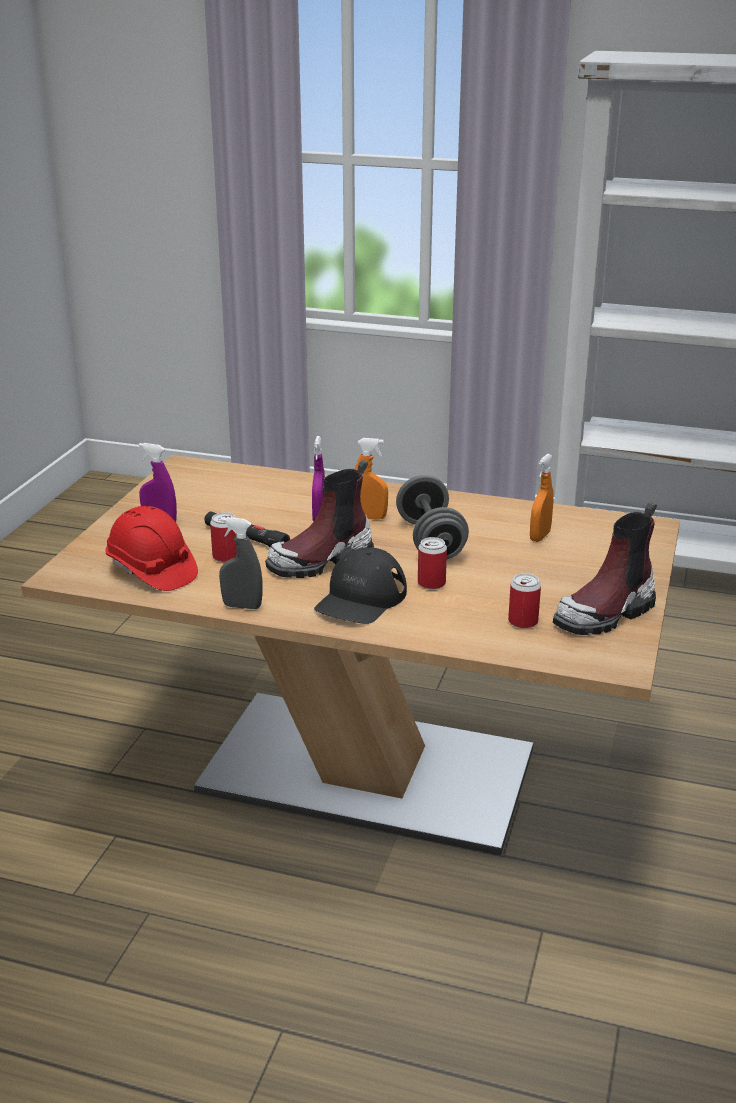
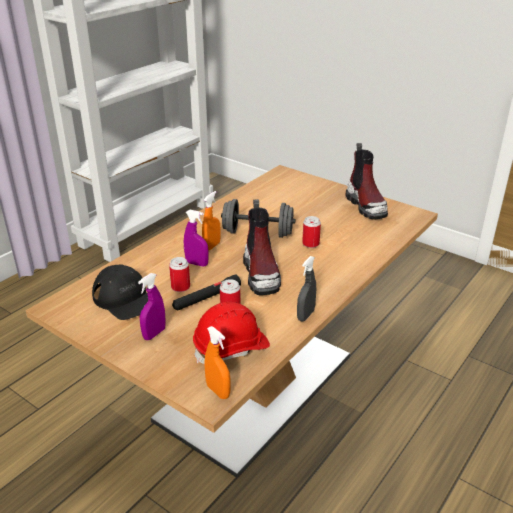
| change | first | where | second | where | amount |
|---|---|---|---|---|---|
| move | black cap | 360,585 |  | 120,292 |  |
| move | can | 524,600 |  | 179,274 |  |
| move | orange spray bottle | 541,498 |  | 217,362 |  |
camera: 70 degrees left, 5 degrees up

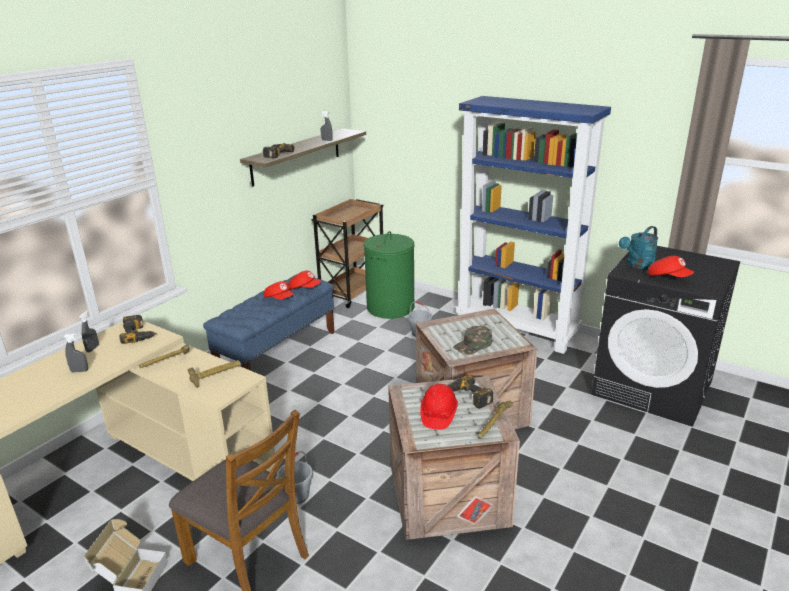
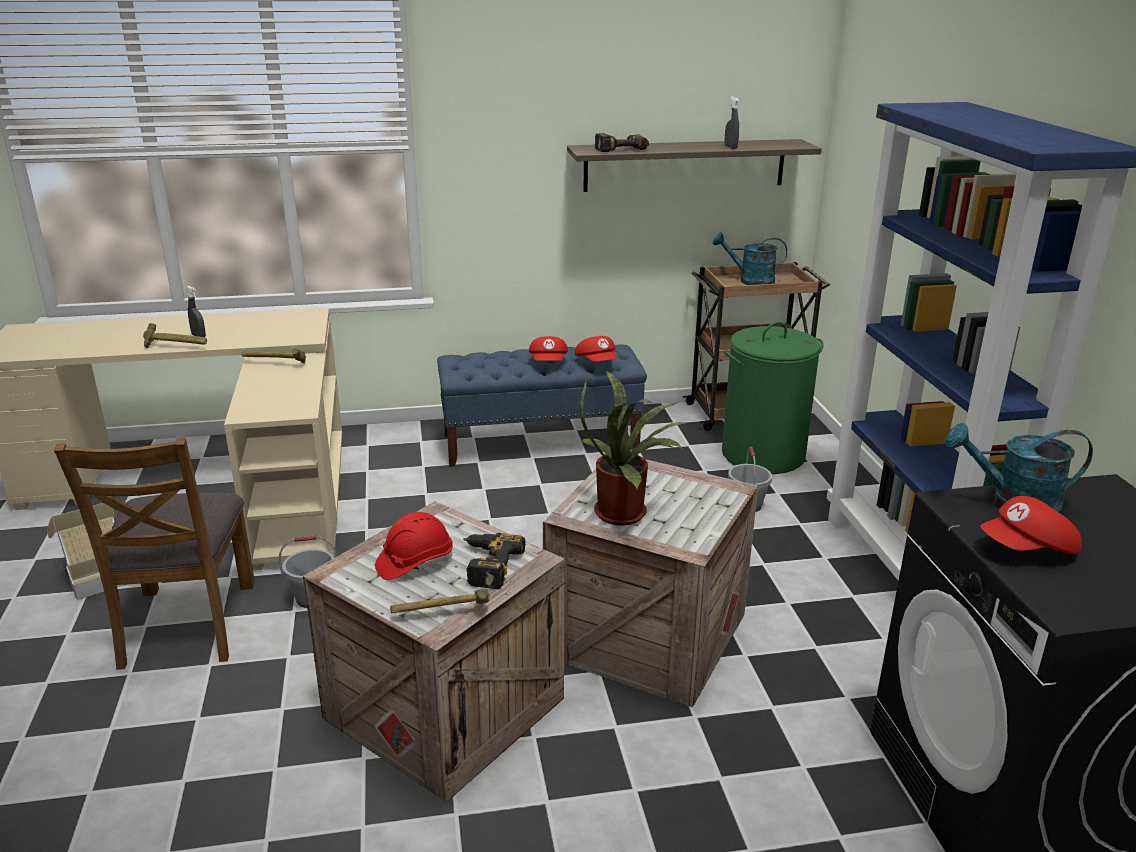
| change | first | where | second | where | amount |
|---|---|---|---|---|---|
| delete | grey spray bottle | 89,331 |  |  |  |
| delete | power drill | 138,329 |  |  |  |
| insert |  |  | turquoise watering can | 750,258 |  |
| move | hammer | 214,374 |  | 175,335 |  |
| replace | green cap | 472,340 | potted plant | 632,448 |  |
| rotate | red cap | 670,266 |  | 1031,525 | 75 degrees clockwise |
camera: 45 degrees right, 0 degrees up

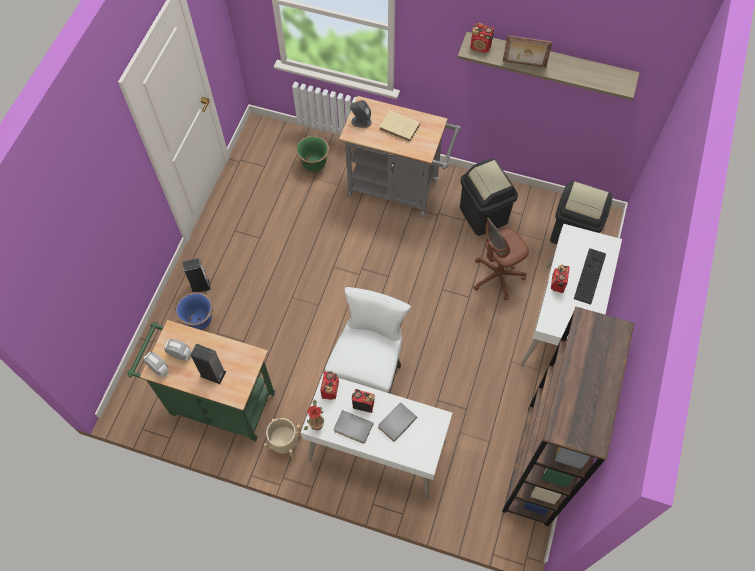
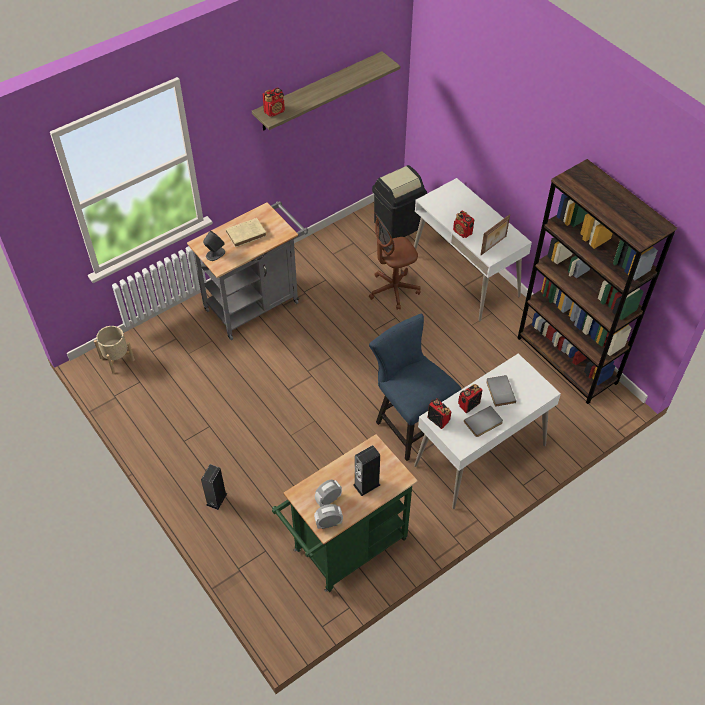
| change | first | where | second | where | amount |
|---|---|---|---|---|---|
| delete | blue planter | 194,311 |  |  |  |
| delete | green planter | 312,154 |  |  |  |
| delete | potted plant | 314,414 |  |  |  |
| delete | black trash can | 489,197 |  |  |  |
| delete | keyboard | 590,276 |  |  |  |
| move | beige planter | 283,439 |  | 114,349 |  |
| move | picture frame | 527,51 |  | 495,234 |  |
| recolor | white chair | 368,340 | blue chair | 415,387 |  |
| rotate | brown office chair | 501,259 |  | 395,261 | 60 degrees clockwise |
camera: 55 degrees left, 10 degrees down

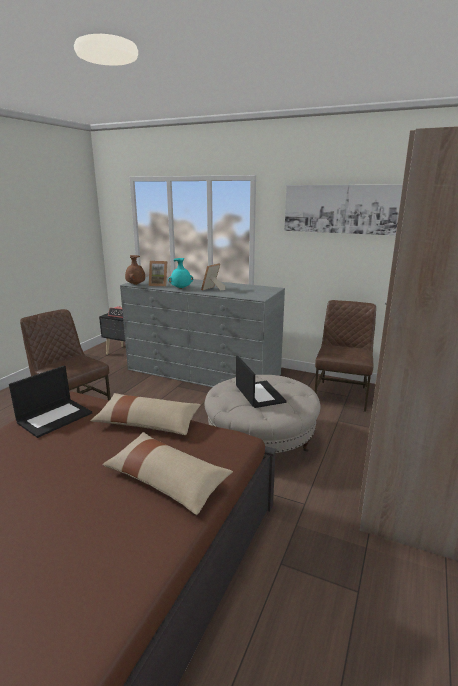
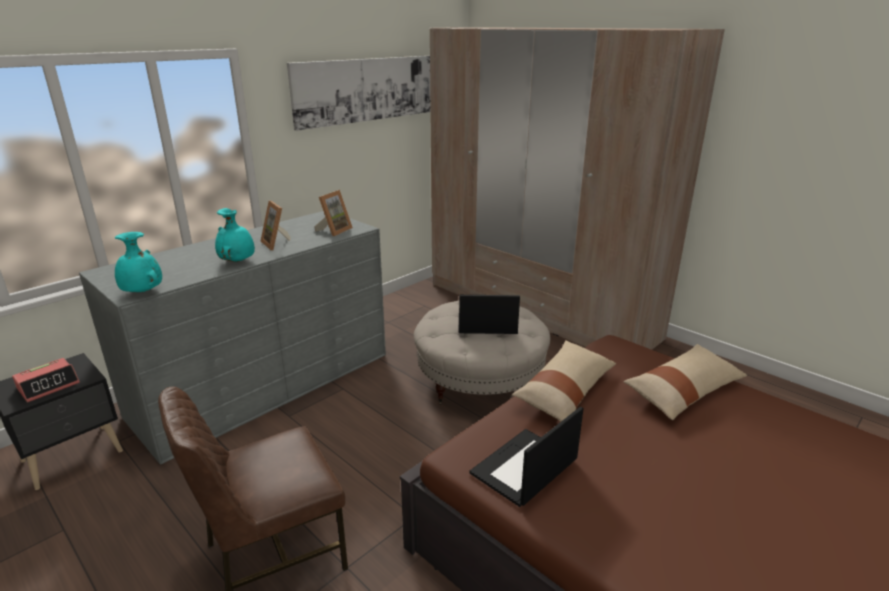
| change | first | where | second | where | amount |
|---|---|---|---|---|---|
| delete | brown chair | 345,356 |  |  |  |
| move | picture frame | 158,274 |  | 334,213 |  |
| recolor | brown vase | 135,270 | turquoise vase | 138,262 |  |
| rotate | laptop | 50,401 |  | 527,457 | 105 degrees counterclockwise |
camera: 70 degrees left, 5 degrees up

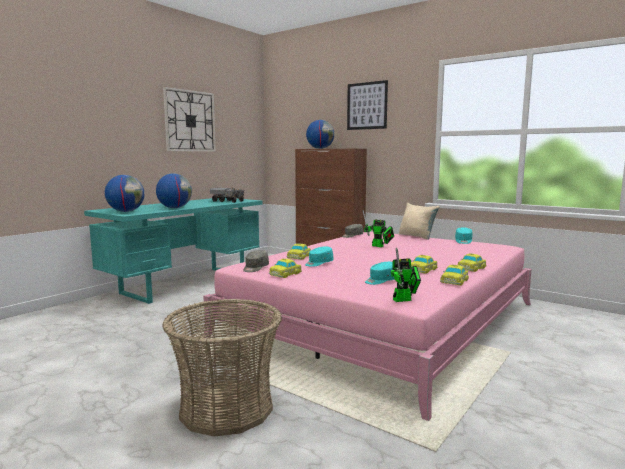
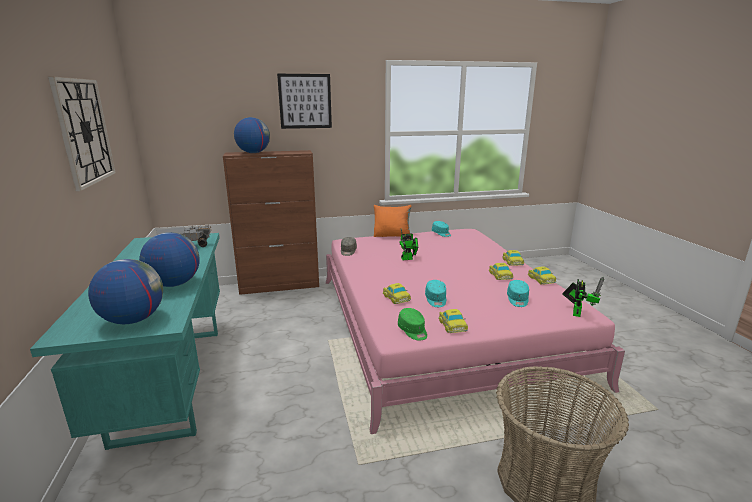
| change | first | where | second | where | amount |
|---|---|---|---|---|---|
| recolor | grey cap | 256,261 | green cap | 412,324 |  |
| recolor | beige pillow | 419,221 | orange pillow | 393,221 |  |
camera: 50 degrees left, 10 degrees up

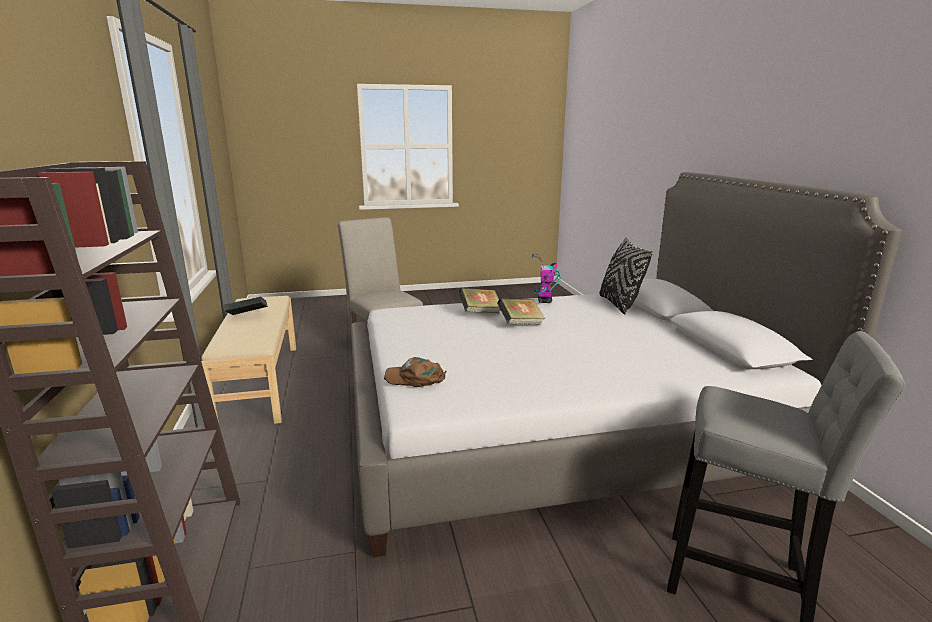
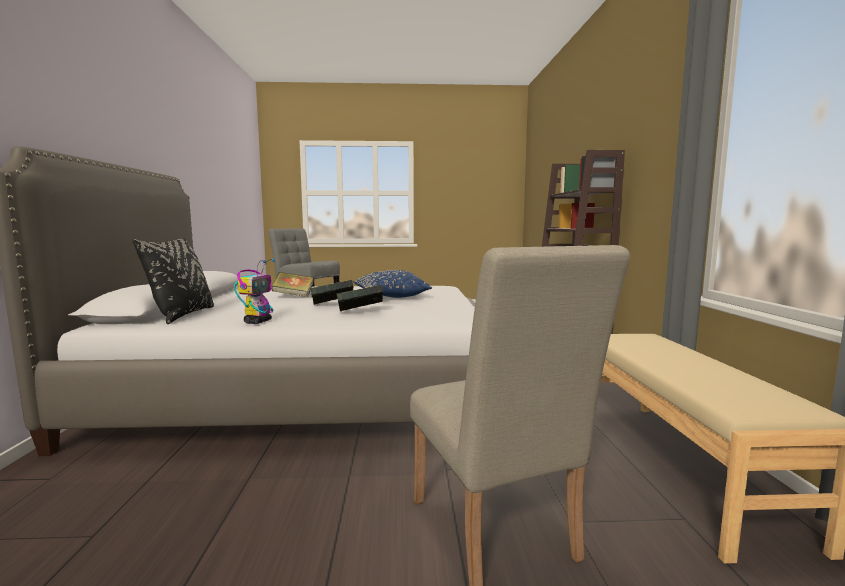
| change | first | where | second | where | amount |
|---|---|---|---|---|---|
| delete | brown cap | 415,372 |  |  |  |
| insert |  |  | blue pillow | 392,284 |  |
| move | book | 246,306 |  | 293,284 |  |
camera: 170 degrees left, 10 degrees down

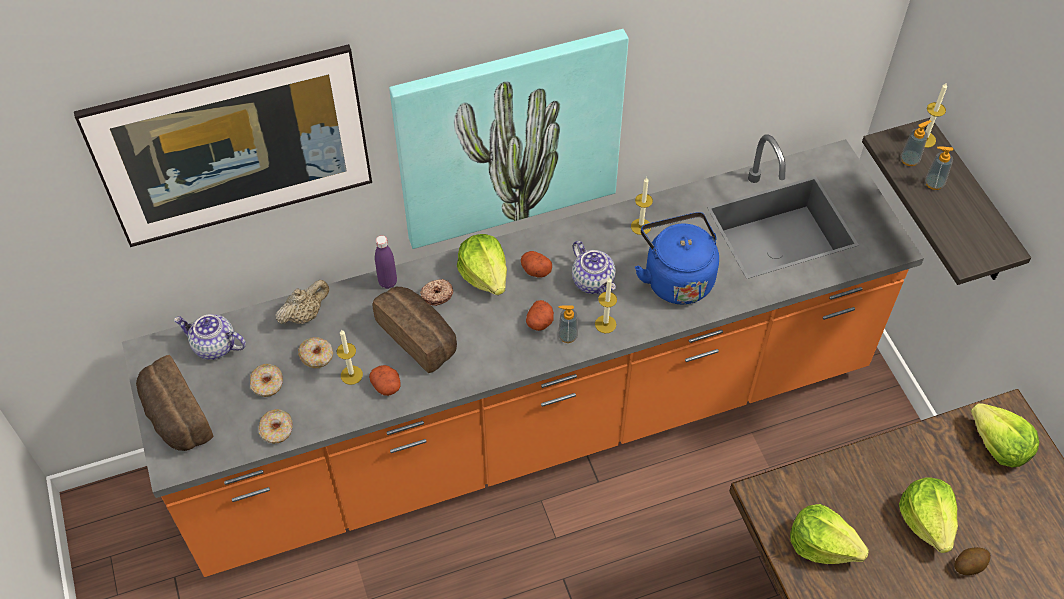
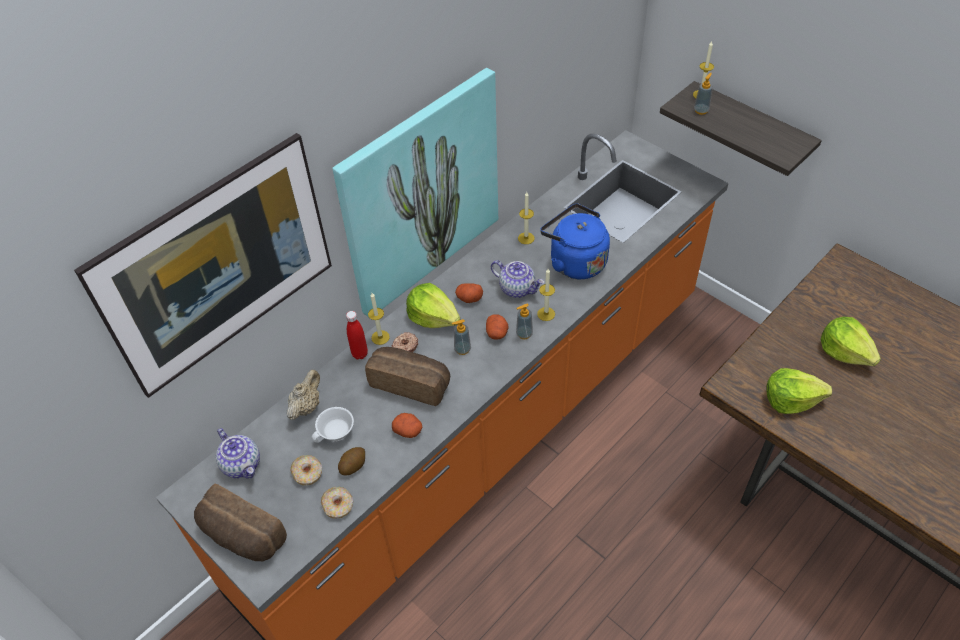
| change | first | where | second | where | amount |
|---|---|---|---|---|---|
| delete | lettuce | 1005,435 |  |  |  |
| move | candle | 350,357 |  | 379,319 |  |
| move | soap dispenser | 939,168 |  | 461,337 |  |
| move | potato | 972,561 |  | 351,461 |  |
| replace | donut | 315,352 | white cup | 333,425 |  |
| recolor | purple bottle | 386,262 | red bottle | 357,335 |  |
| rotate | teapot | 210,337 |  | 238,453 | 120 degrees counterclockwise |
camera: 25 degrees left, 5 degrees down

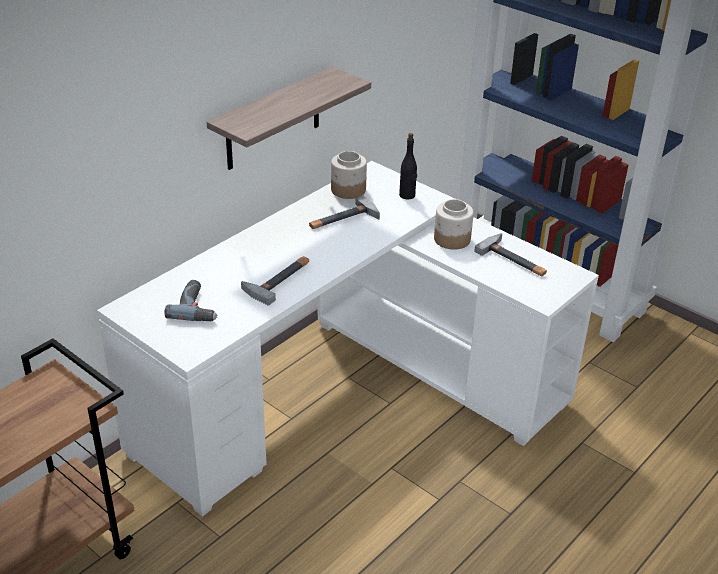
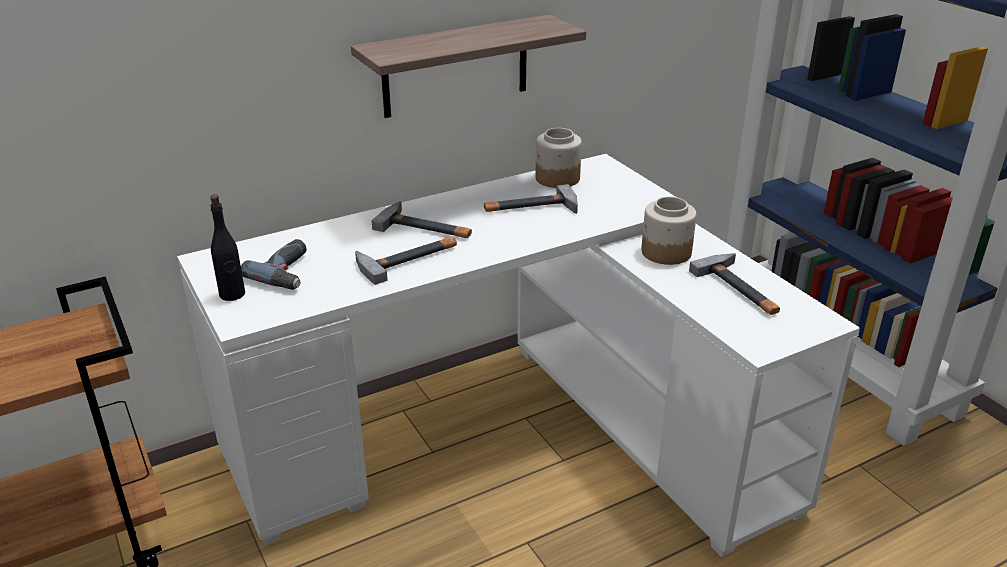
| change | first | where | second | where | amount |
|---|---|---|---|---|---|
| insert |  |  | hammer | 422,219 |  |
| move | black bottle | 408,166 |  | 227,248 |  |
camera: 20 degrees right, 5 degrees down

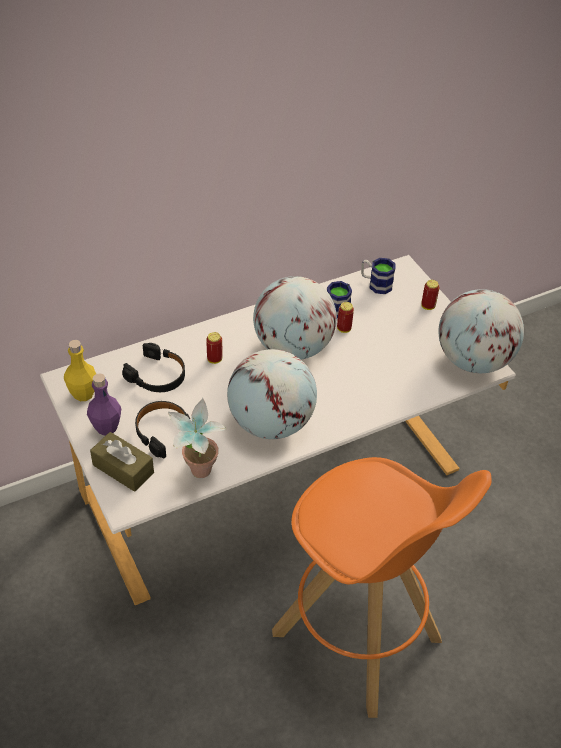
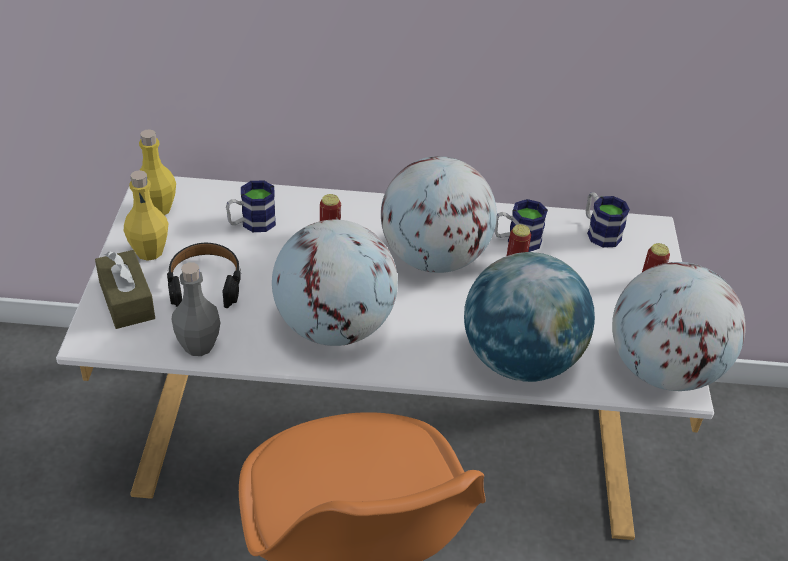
| change | first | where | second | where | amount |
|---|---|---|---|---|---|
| insert |  |  | globe | 529,317 |  |
| replace | black headphones | 153,367 | mug | 251,206 |  |
| replace | potted plant | 197,438 | grey bottle | 196,309 |  |
| recolor | purple bottle | 104,404 | yellow bottle | 146,215 |  |
camera: 30 degrees right, 5 degrees down

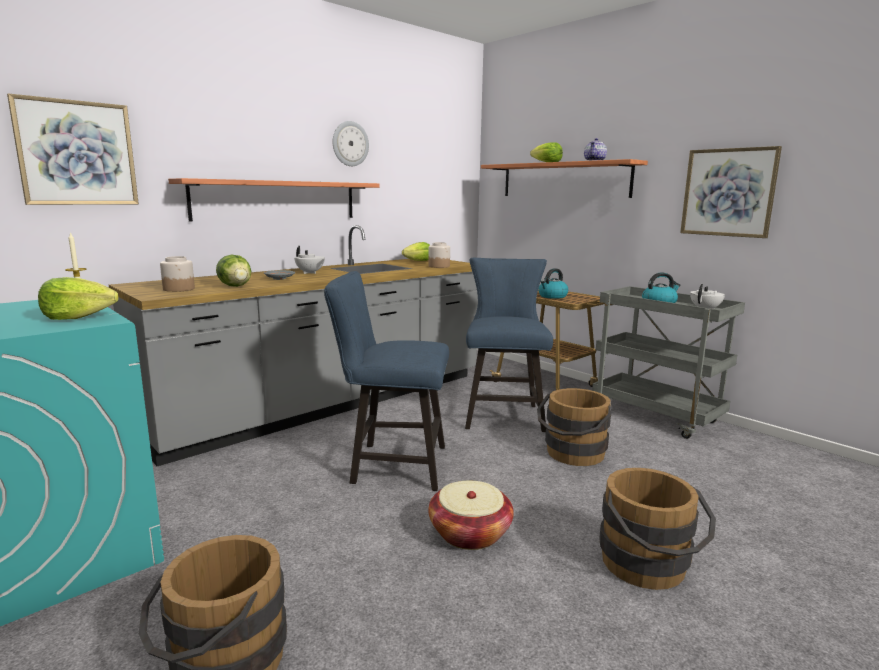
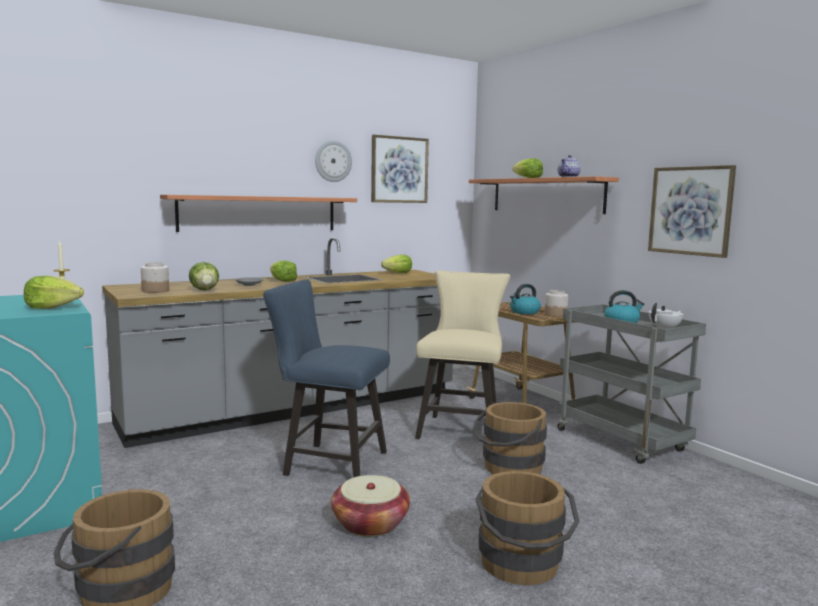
| change | first | where | second | where | amount |
|---|---|---|---|---|---|
| move | picture | 73,149 |  | 400,169 |  |
| move | jar | 439,255 |  | 556,303 |  |
| replace | white teapot | 309,260 | lettuce | 283,271 |  |
| recolor | blue chair | 509,345 | beige chair | 462,355 |  |
camera: 10 degrees right, 5 degrees down

